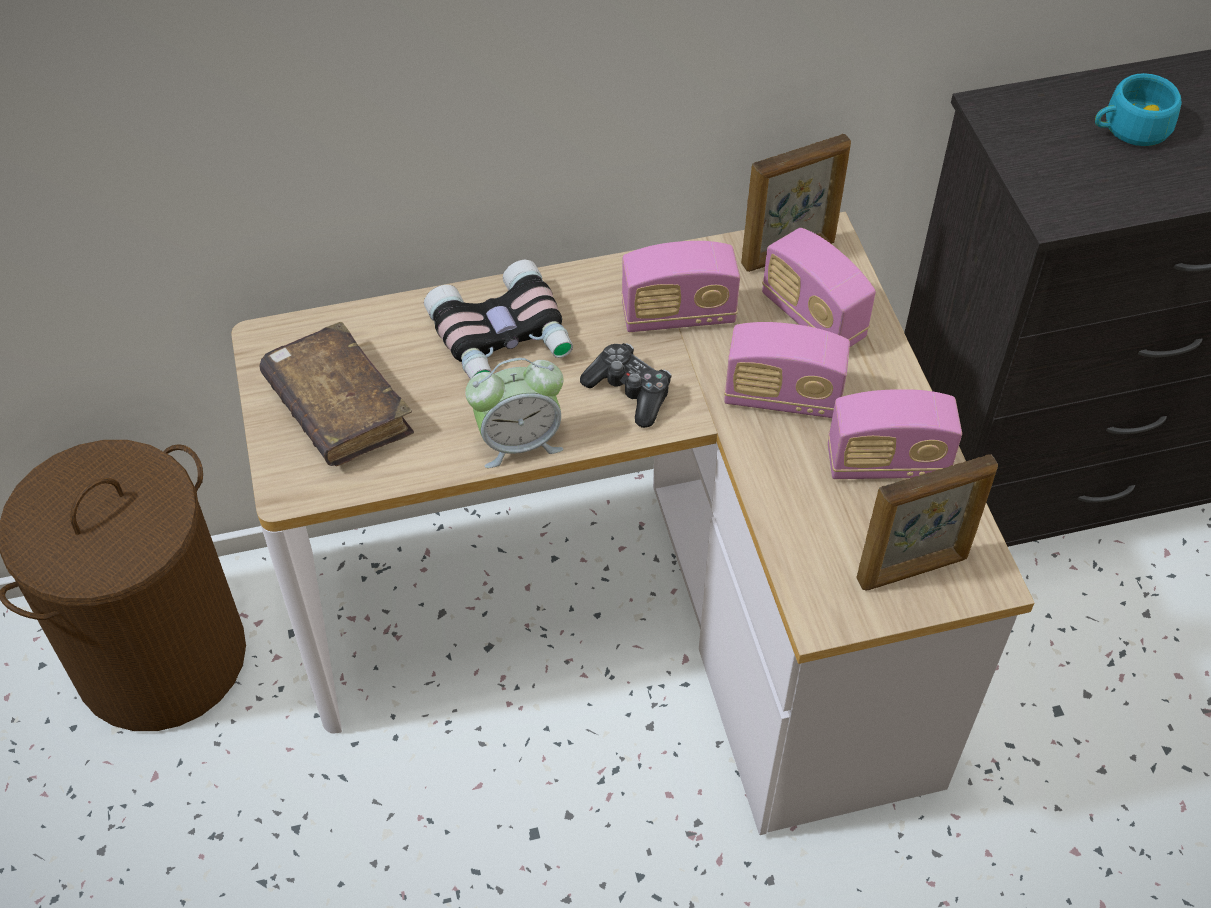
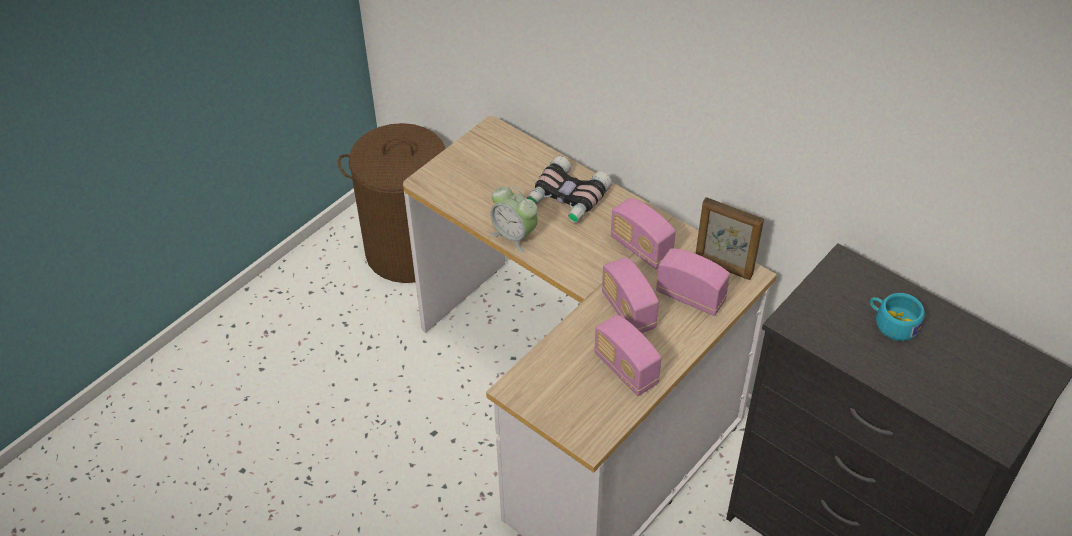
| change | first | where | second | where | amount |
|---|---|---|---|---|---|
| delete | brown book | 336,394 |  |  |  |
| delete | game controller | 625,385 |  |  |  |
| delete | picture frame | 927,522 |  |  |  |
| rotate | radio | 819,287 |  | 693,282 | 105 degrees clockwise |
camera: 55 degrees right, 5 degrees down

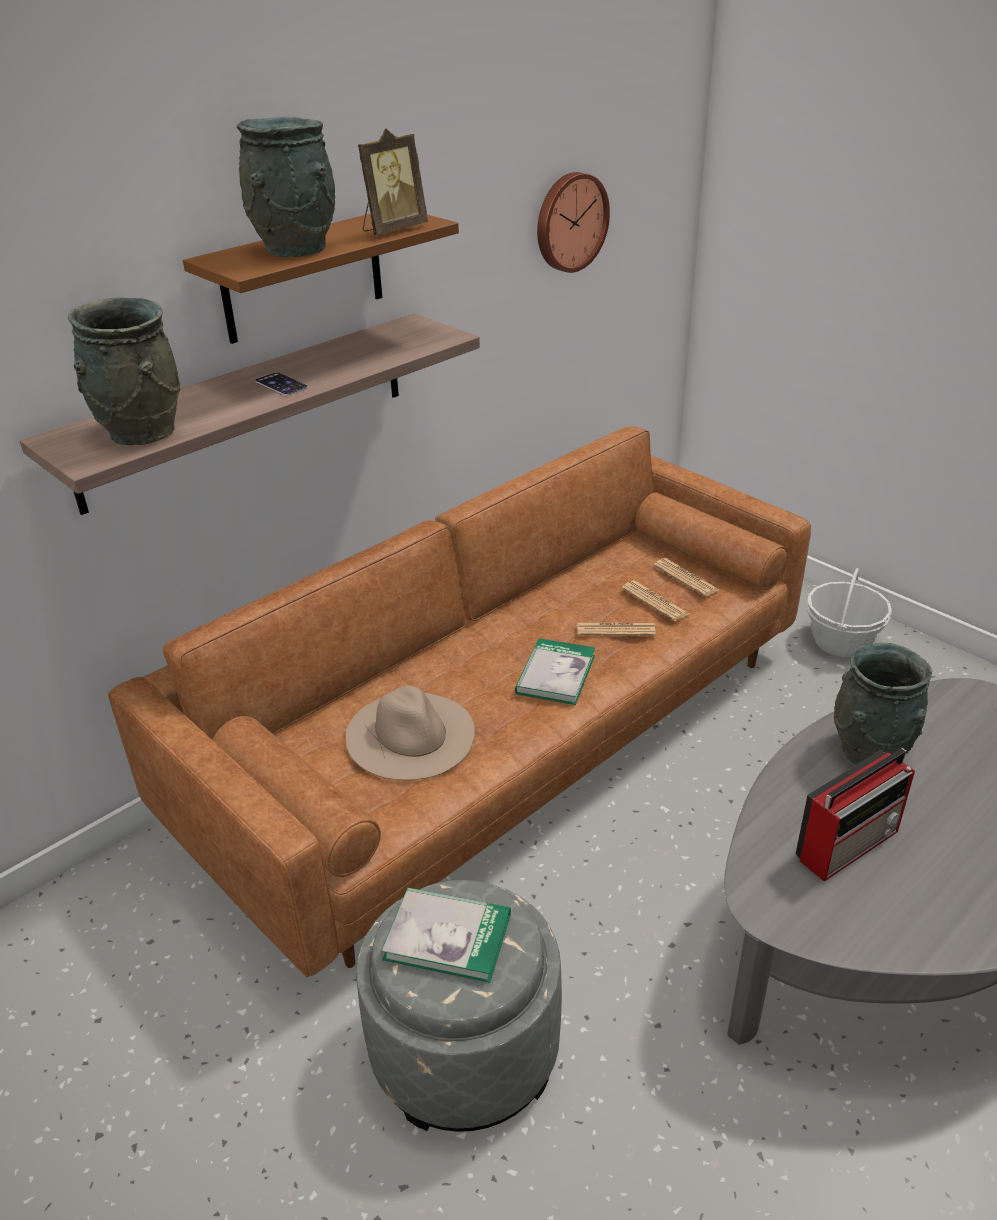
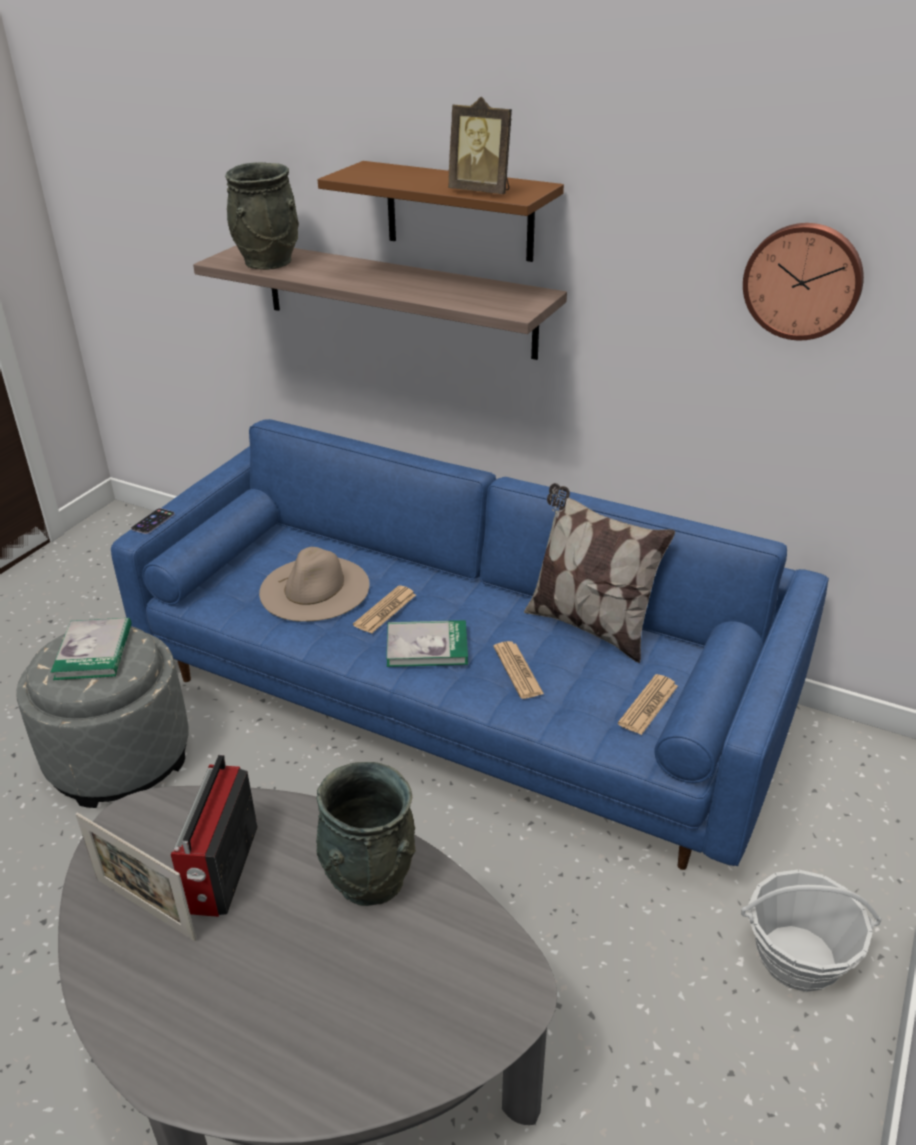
| change | first | where | second | where | amount |
|---|---|---|---|---|---|
| delete | grey vase | 286,187 |  |  |  |
| insert |  |  | picture frame | 136,877 |  |
| insert |  |  | pillow | 599,573 |  |
| move | phone | 281,384 |  | 153,521 |  |
| move | newspaper | 655,601 |  | 384,609 |  |
| recolor | brown sofa | 459,701 | blue sofa | 470,644 |  |
| rotate | radio | 855,815 |  | 214,835 | 60 degrees clockwise |
camera: 70 degrees right, 0 degrees up

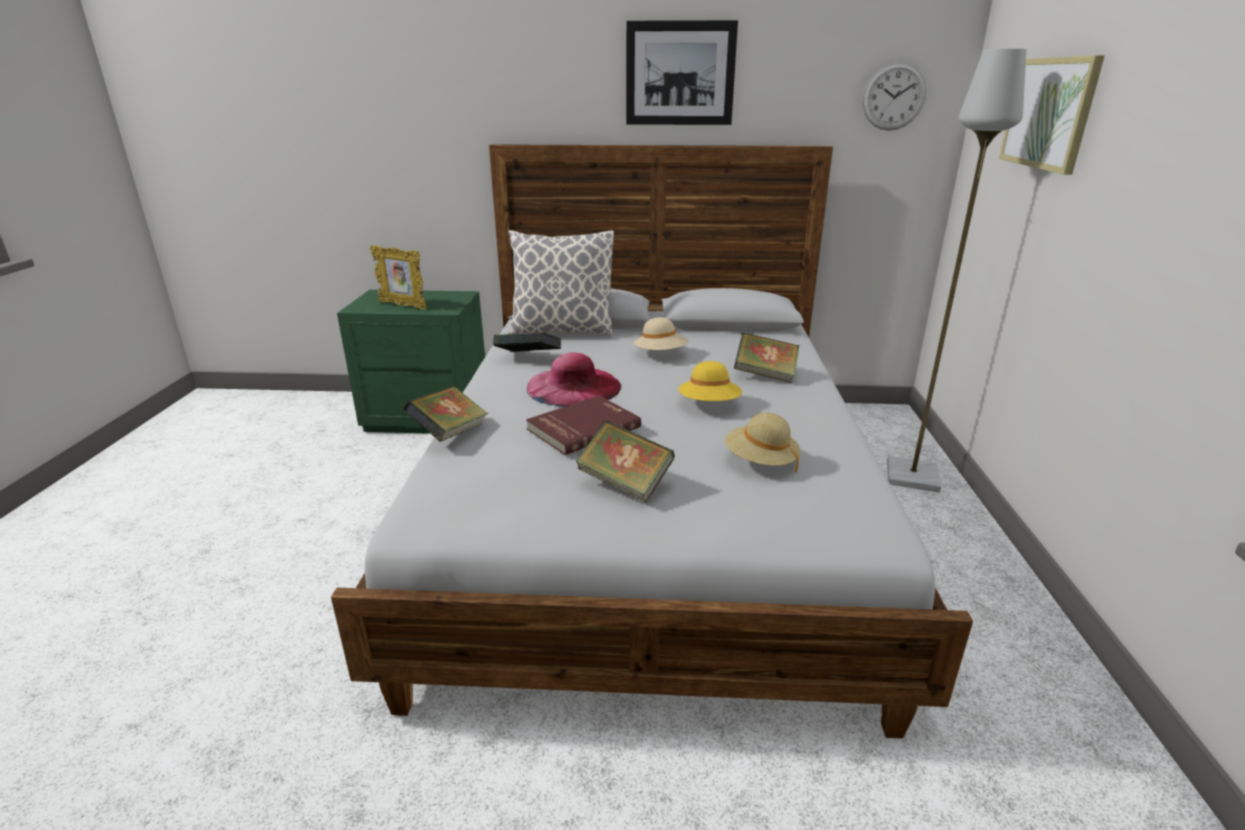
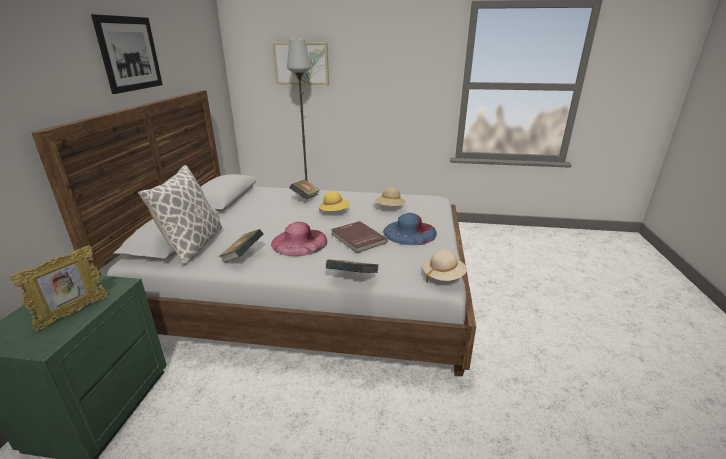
| change | first | where | second | where | amount |
|---|---|---|---|---|---|
| delete | wall clock | 894,96 |  |  |  |
| move | beige hat | 661,333 |  | 445,266 |  |
| replace | book | 625,461 | blue hat | 410,229 |  |
camera: 85 degrees left, 0 degrees up

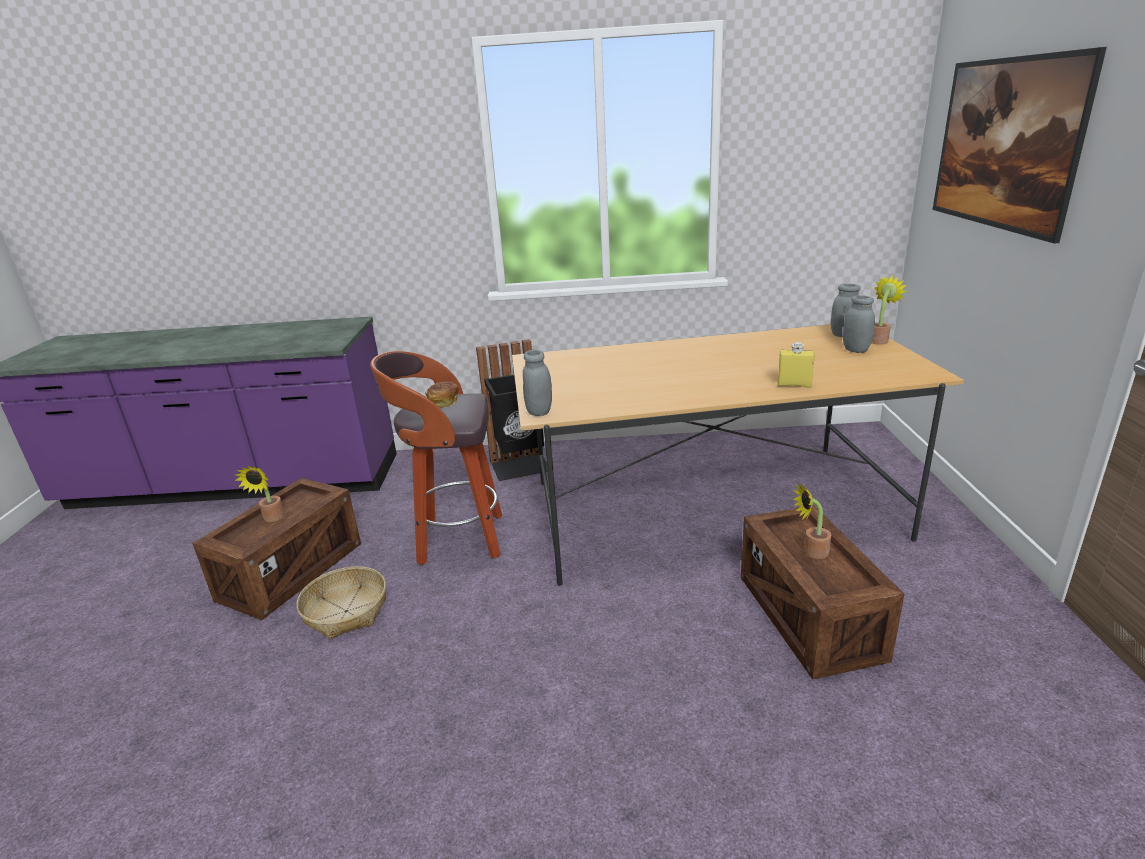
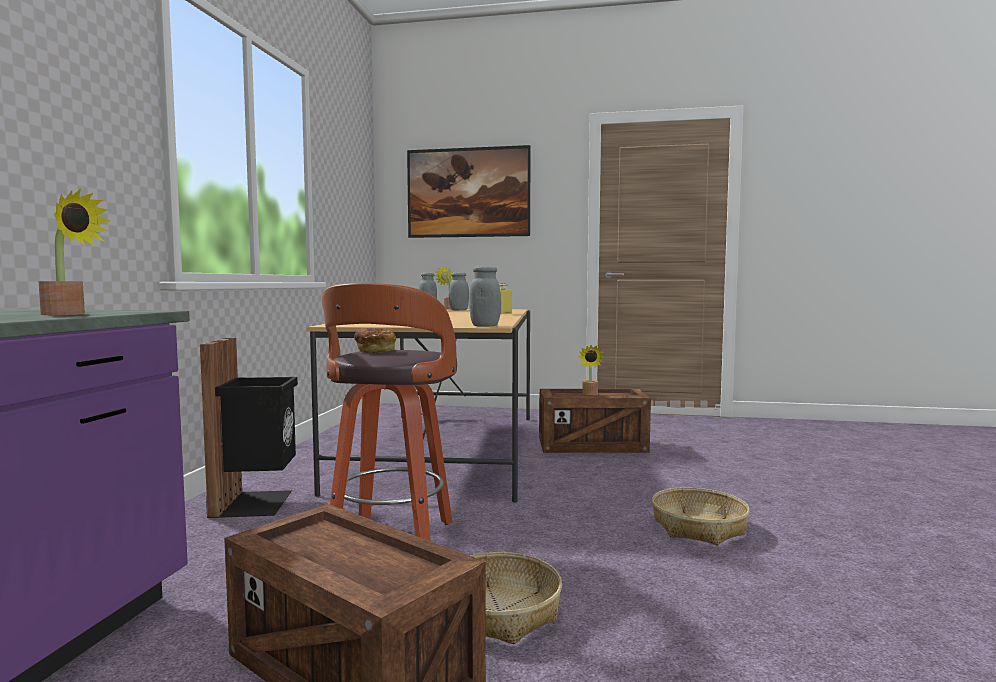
| change | first | where | second | where | amount |
|---|---|---|---|---|---|
| insert |  |  | basket | 701,516 |  |
| move | potted plant | 260,494 |  | 74,252 |  |
camera: 80 degrees left, 20 degrees down

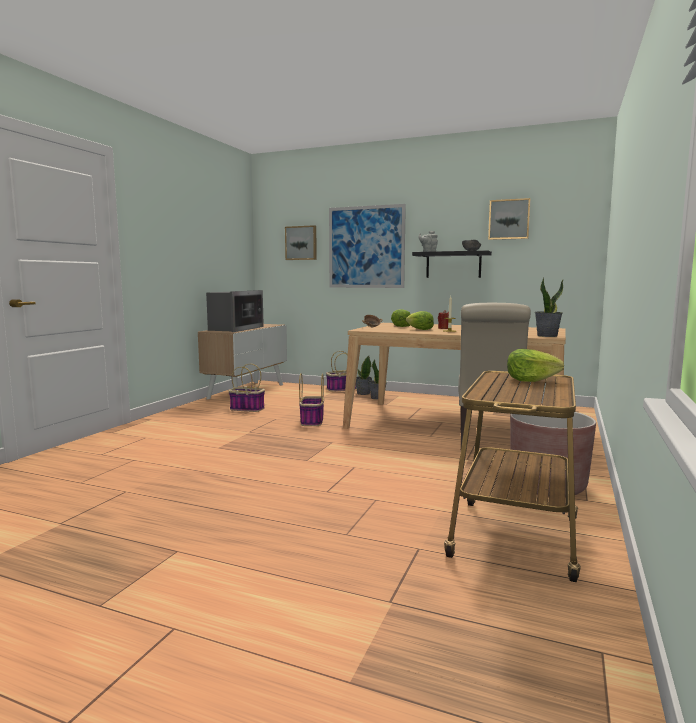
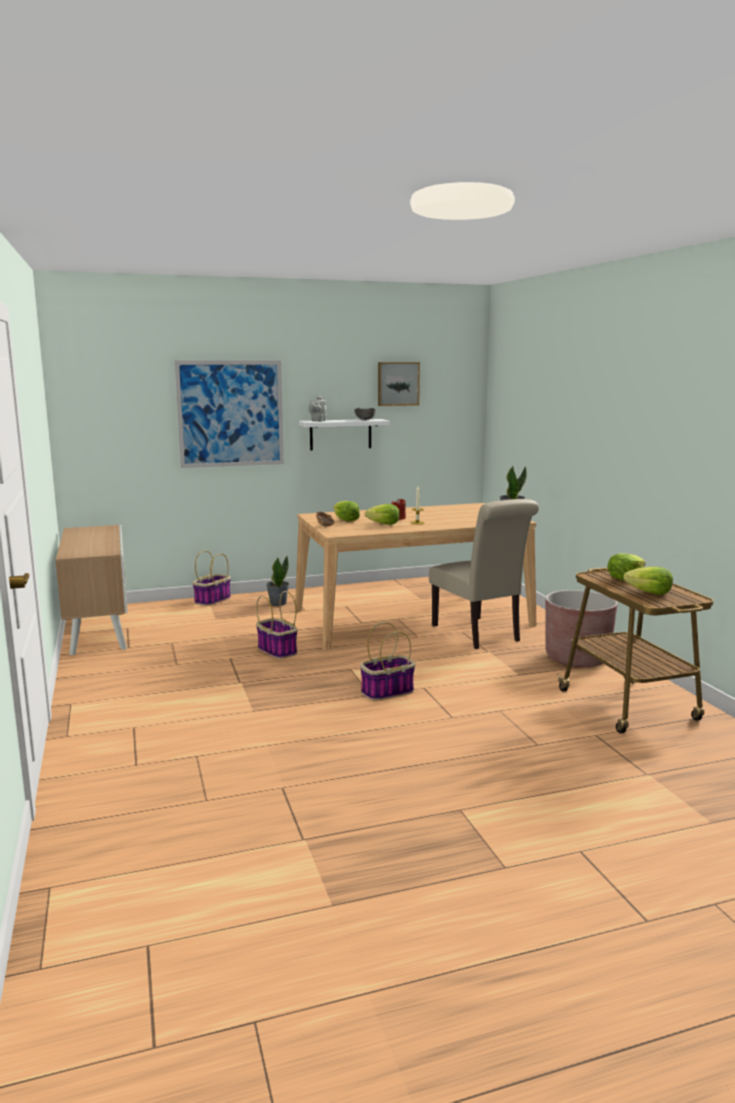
| change | first | where | second | where | amount |
|---|---|---|---|---|---|
| delete | microwave | 235,311 |  |  |  |
| delete | picture | 301,242 |  |  |  |
| delete | potted plant | 364,375 |  |  |  |
| insert |  |  | lettuce | 648,581 |  |
| move | basket | 247,388 |  | 387,661 |  |
| recolor | black shelf | 452,264 | white shelf | 344,434 |  |
camera: 40 degrees left, 5 degrees up

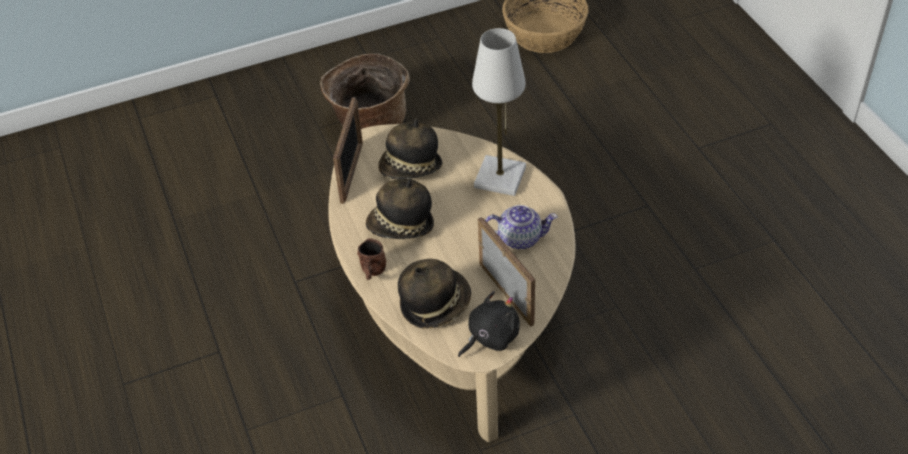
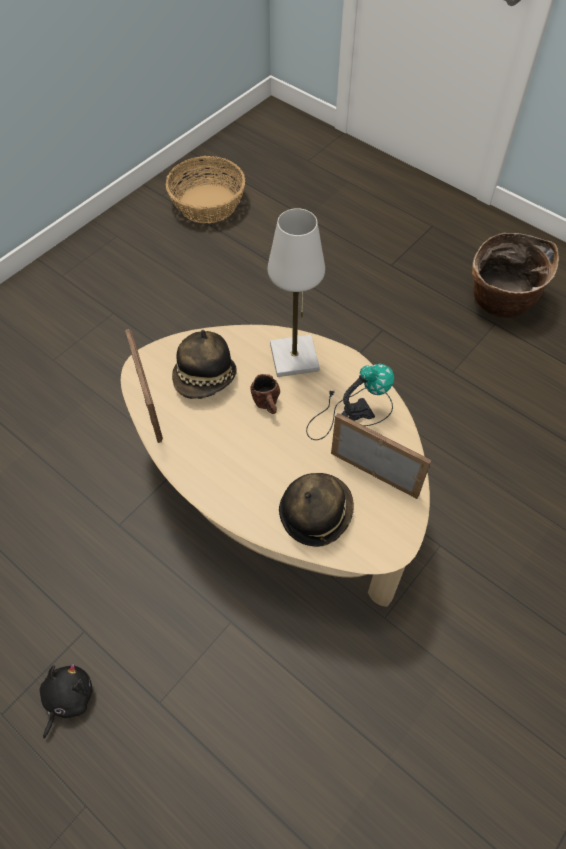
| change | first | where | second | where | amount |
|---|---|---|---|---|---|
| delete | hat | 400,208 |  |  |  |
| move | basket | 365,91 |  | 515,275 |  |
| move | brown mug | 371,259 |  | 265,394 |  |
| move | black plush toy | 489,324 |  | 66,701 |  |
| replace | teapot | 521,227 | table lamp | 350,402 |  |
camera: 30 degrees left, 10 degrees up

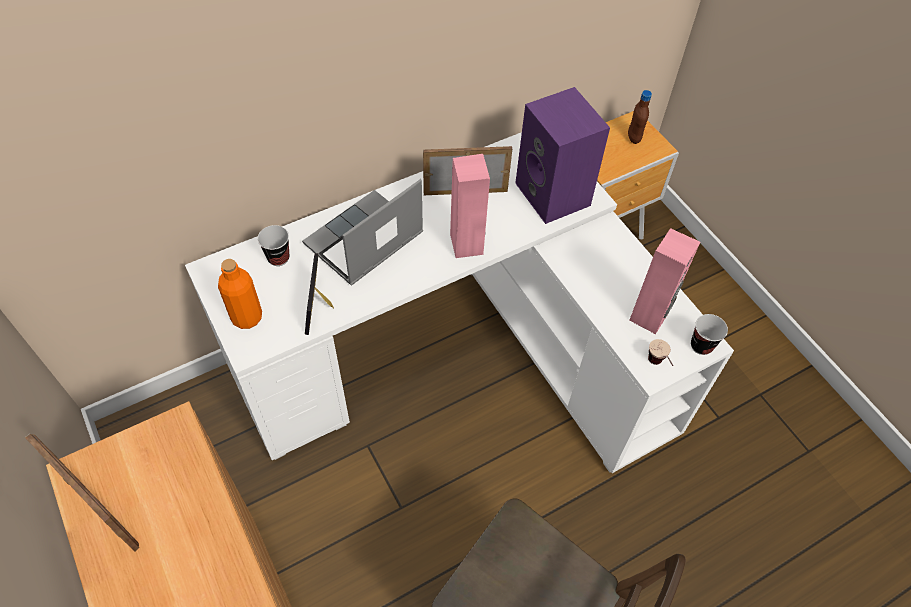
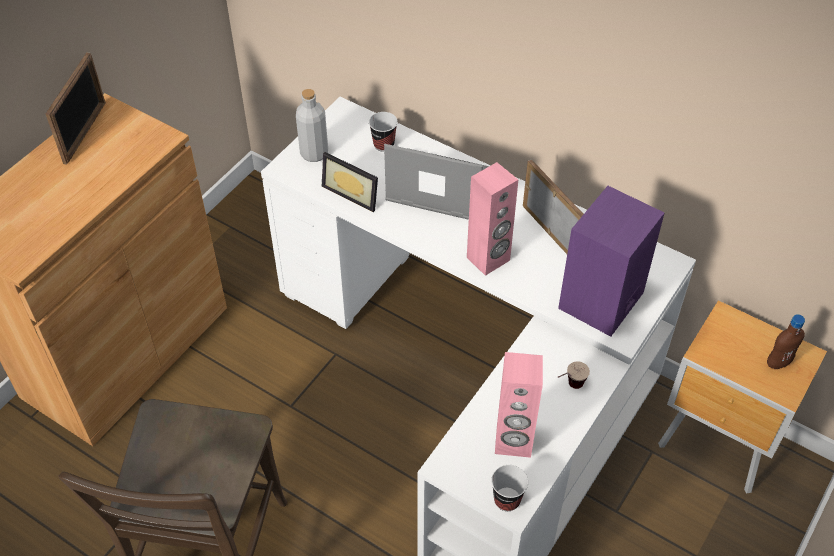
| change | first | where | second | where | amount |
|---|---|---|---|---|---|
| move | cup | 660,352 |  | 574,375 |  |
| recolor | orange bottle | 240,294 | grey bottle | 312,125 |  |
| rotate | picture frame | 319,294 |  | 350,182 | 120 degrees counterclockwise |
camera: 65 degrees right, 5 degrees down

